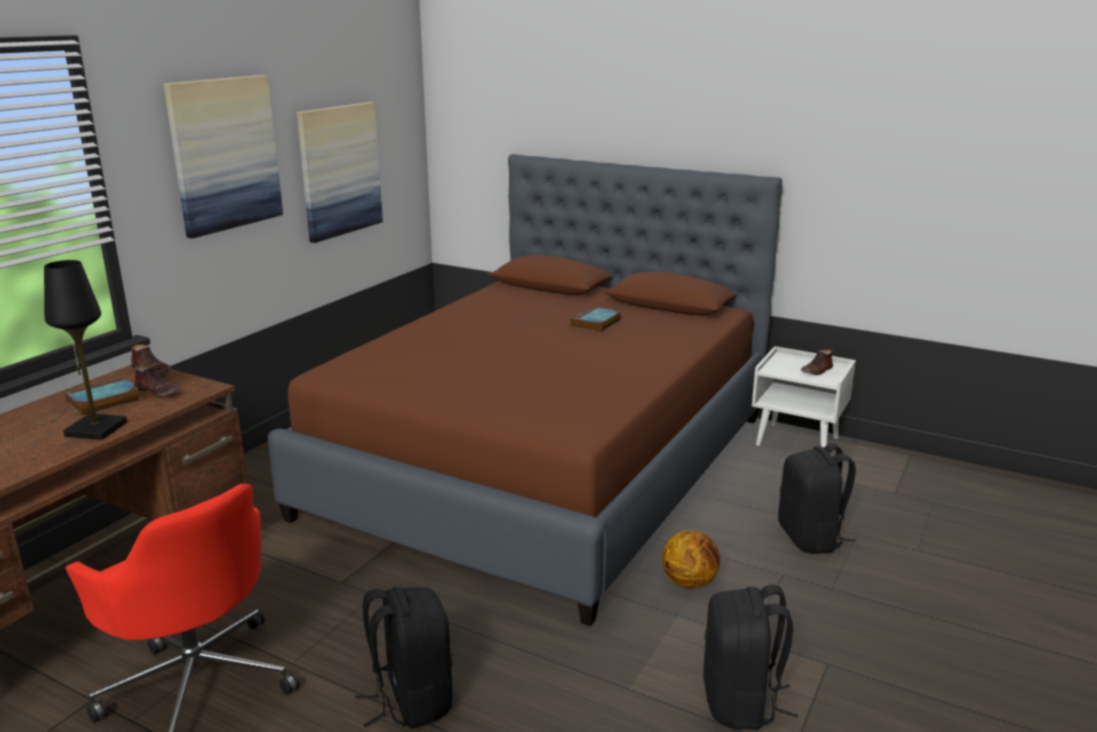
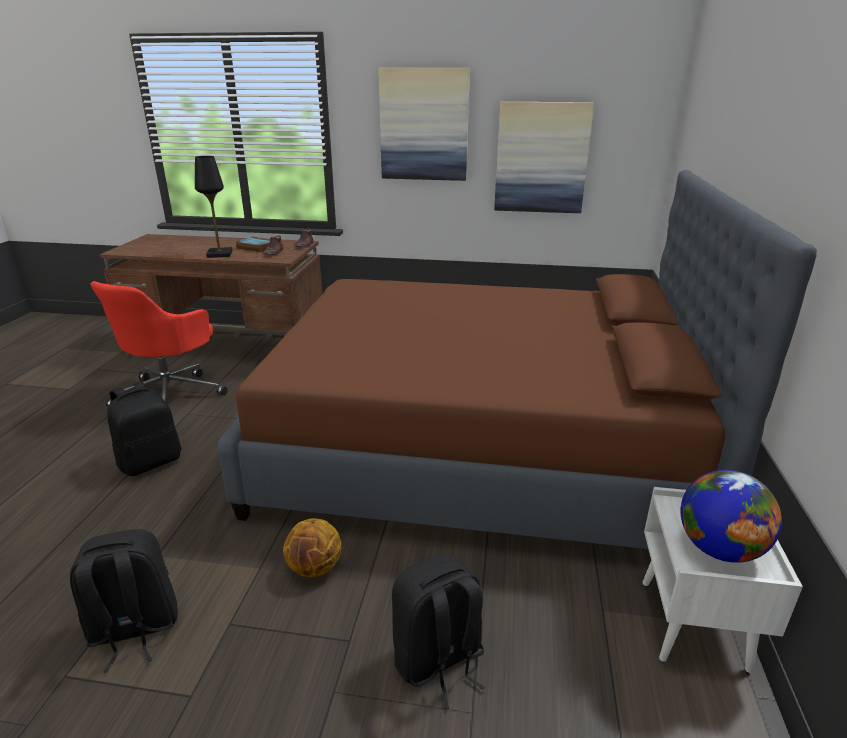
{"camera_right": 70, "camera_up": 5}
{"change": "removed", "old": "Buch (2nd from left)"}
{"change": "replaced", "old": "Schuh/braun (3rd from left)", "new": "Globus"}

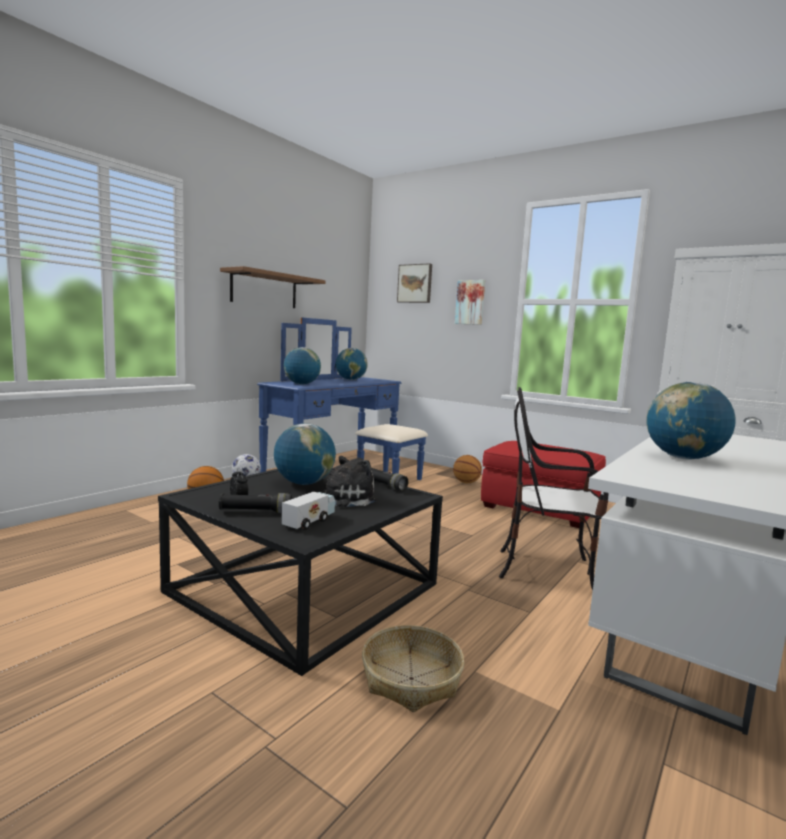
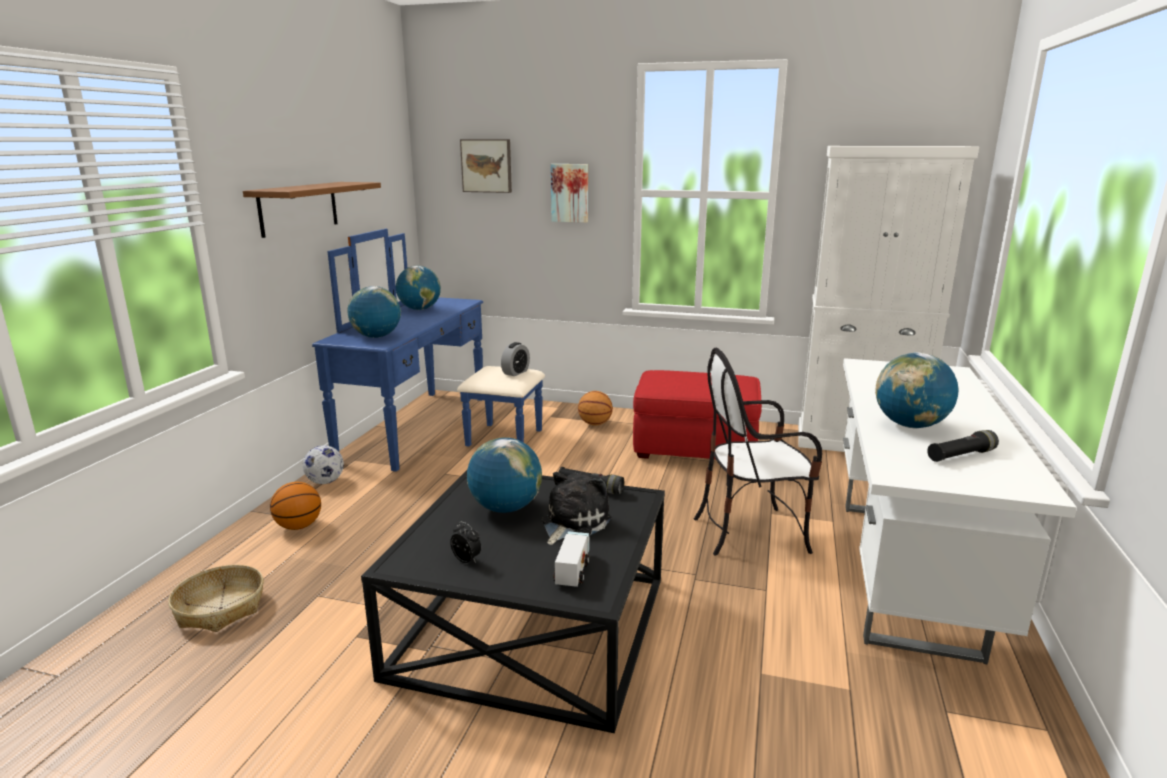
{"camera_right": -20, "camera_up": 10}
{"change": "added", "new": "Wecker (2nd from left)"}
{"change": "moved", "old": "Taschenlampe/schwarz (1st from left in the first image)", "new": "Taschenlampe/schwarz (2nd from left)"}
{"change": "moved", "old": "Korb"}

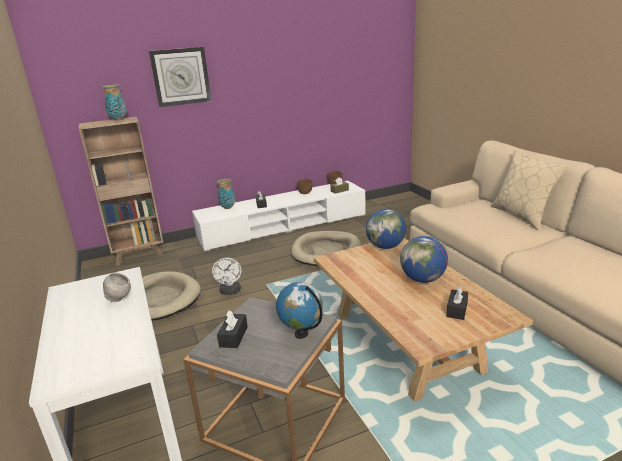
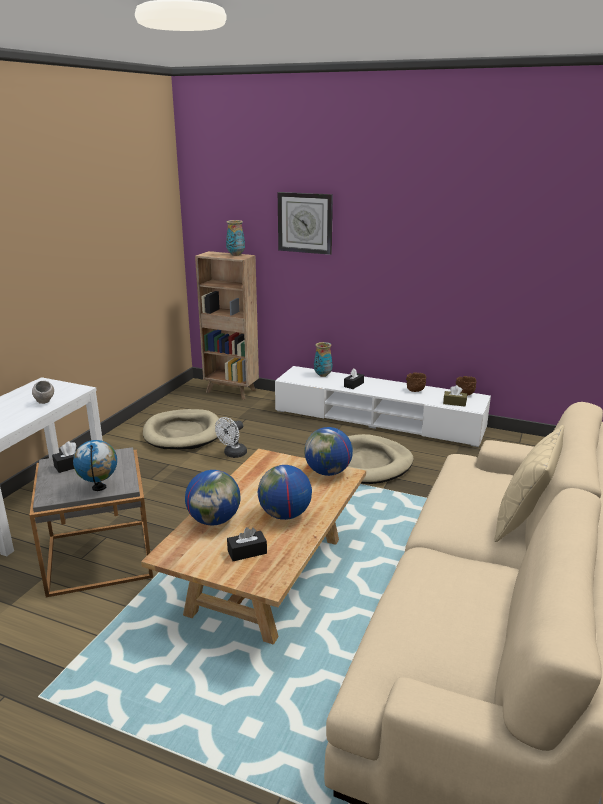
{"camera_right": 45, "camera_up": 0}
{"change": "added", "new": "Globus (2nd from left)"}

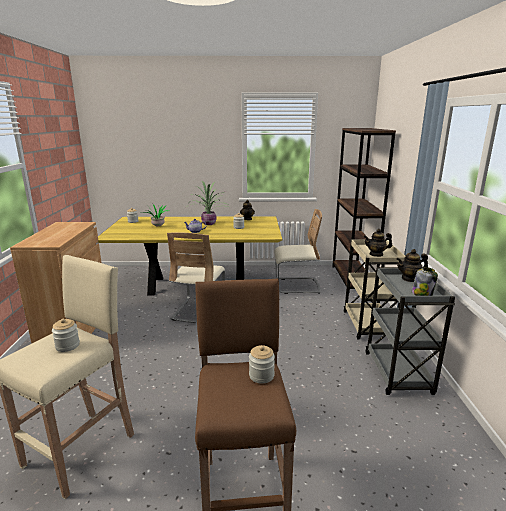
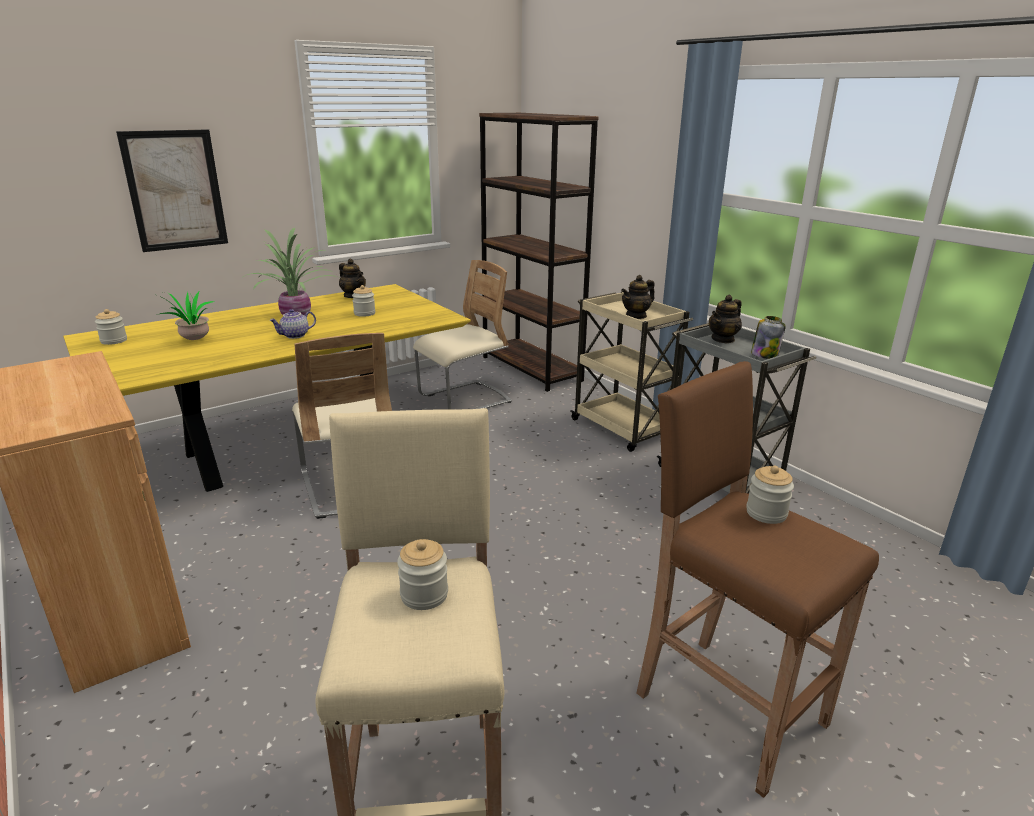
{"camera_right": -35, "camera_up": 5}
{"change": "added", "new": "Bild"}

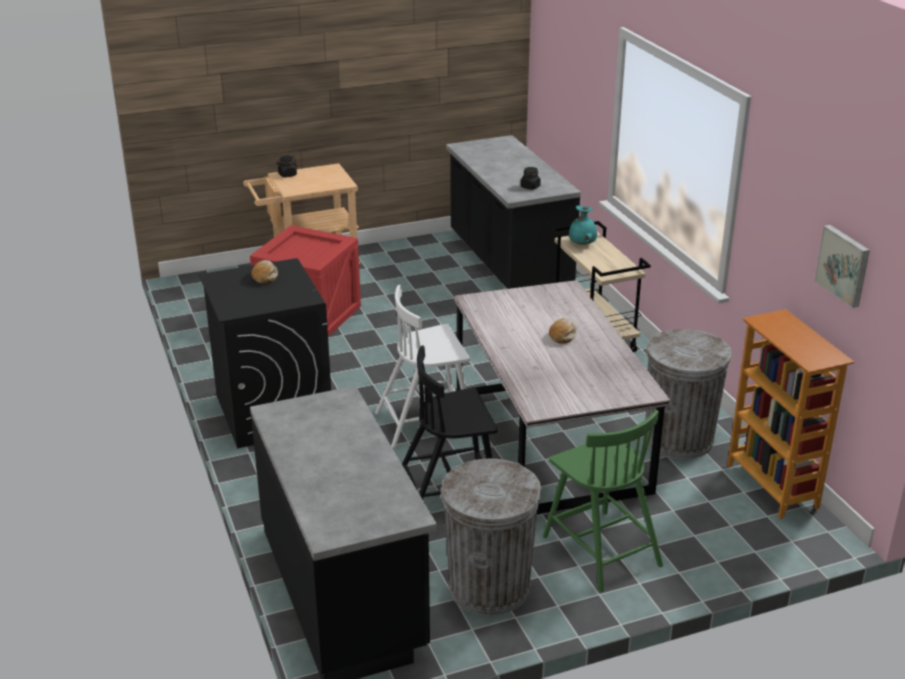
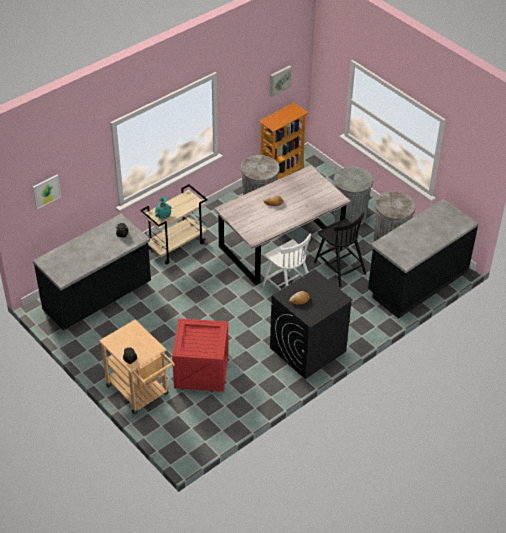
{"camera_right": -110, "camera_up": 15}
{"change": "added", "new": "Bild (1st from left)"}
{"change": "replaced", "old": "Stuhl/grün", "new": "Mülleimer/grau (2nd from left)"}

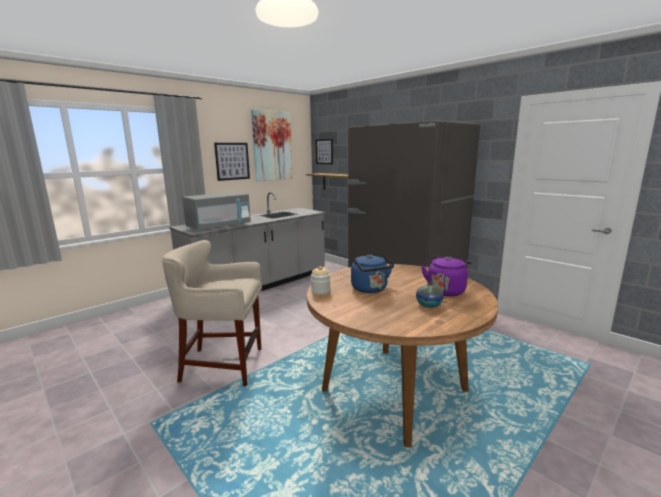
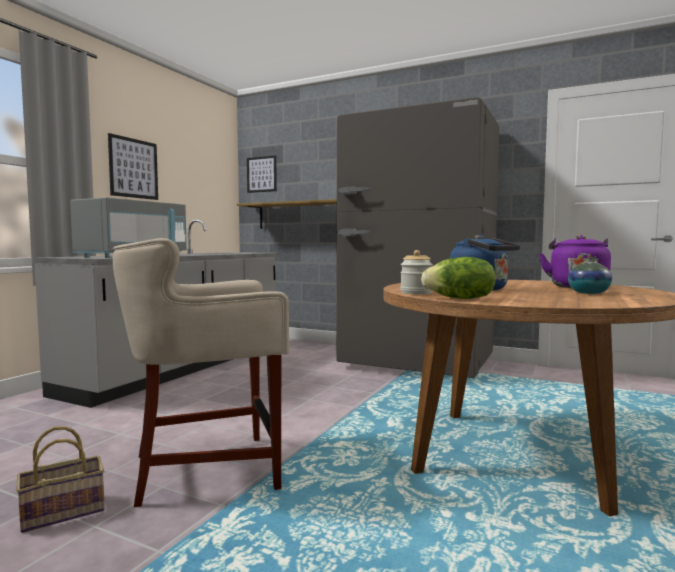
{"camera_right": -20, "camera_up": -10}
{"change": "removed", "old": "Bild (2nd from left)"}
{"change": "added", "new": "Korb"}
{"change": "added", "new": "Salatkopf"}

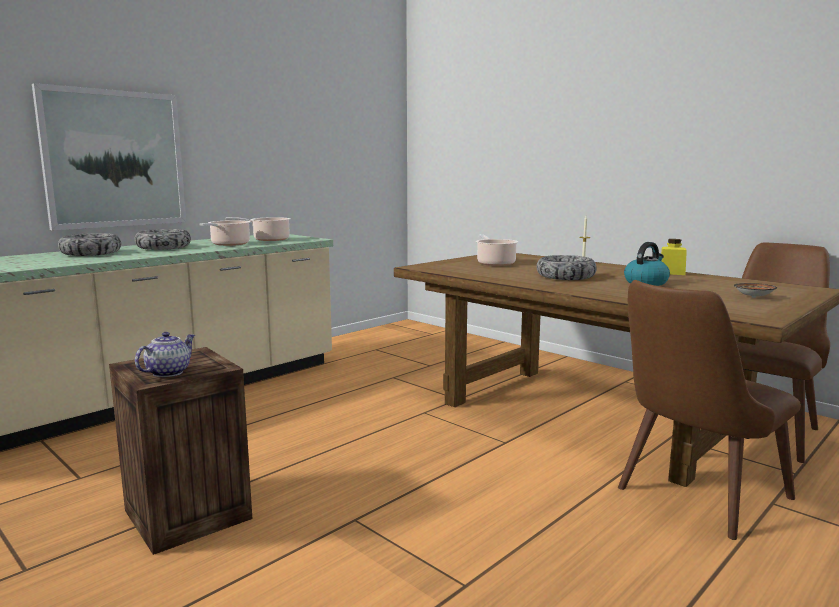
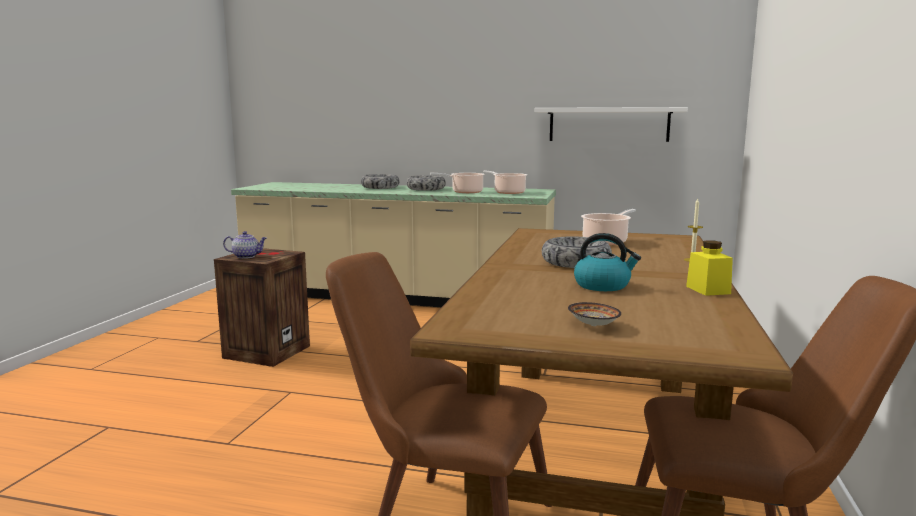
{"camera_right": 60, "camera_up": 0}
{"change": "removed", "old": "Bild"}
{"change": "added", "new": "Wandregal/weiß"}

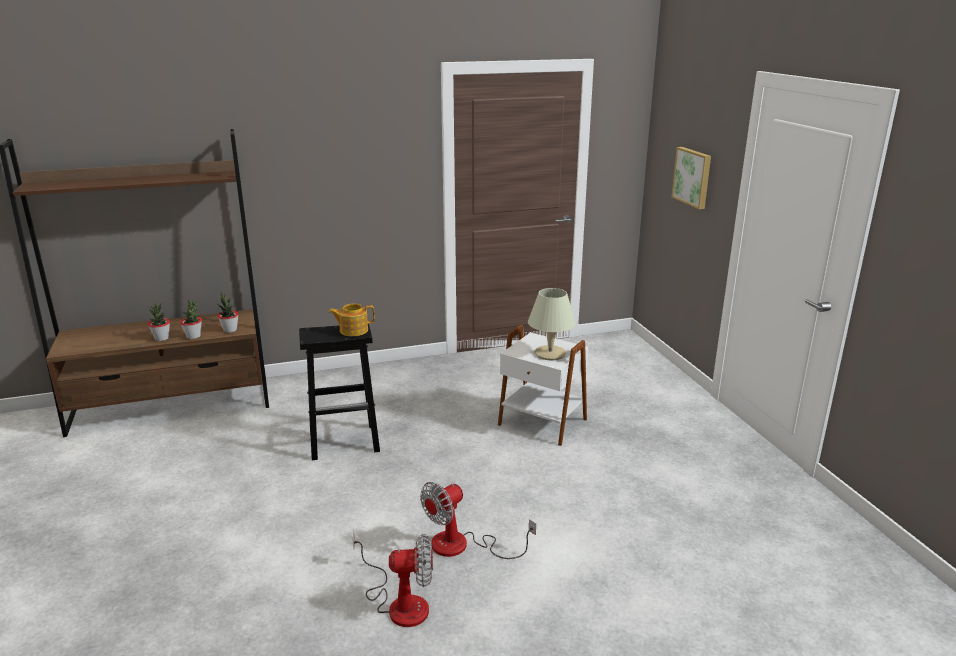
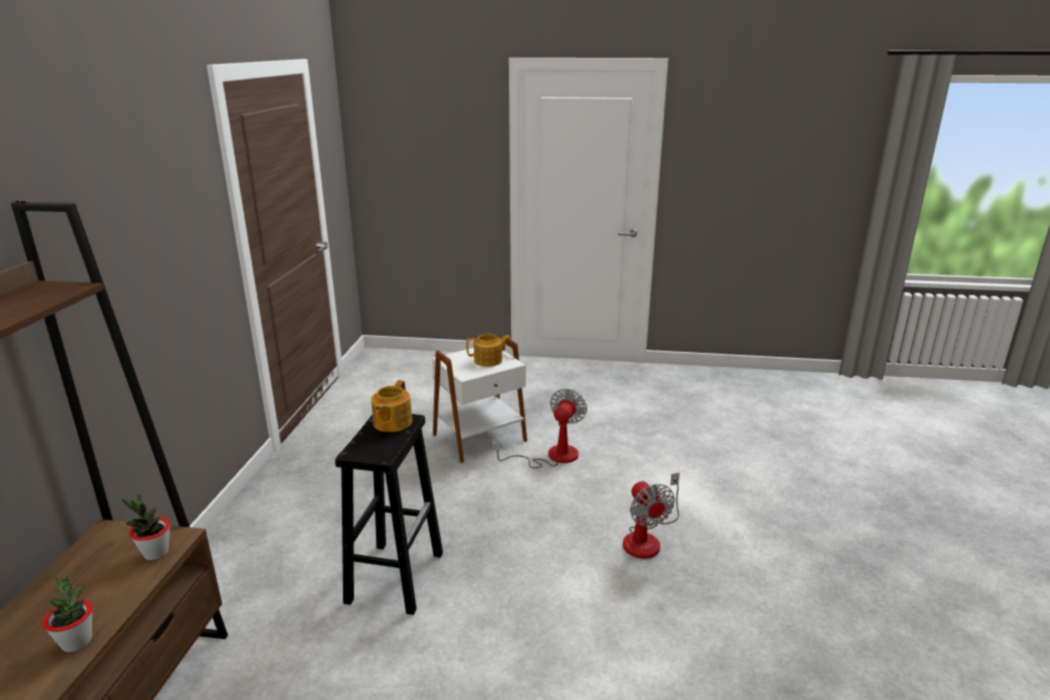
{"camera_right": -65, "camera_up": 0}
{"change": "removed", "old": "Topfpflanze (2nd from left)"}
{"change": "removed", "old": "Bild"}
{"change": "moved", "old": "Ventilator (1st from left)"}
{"change": "replaced", "old": "Tischlampe/beige", "new": "Teekanne (2nd from left)"}

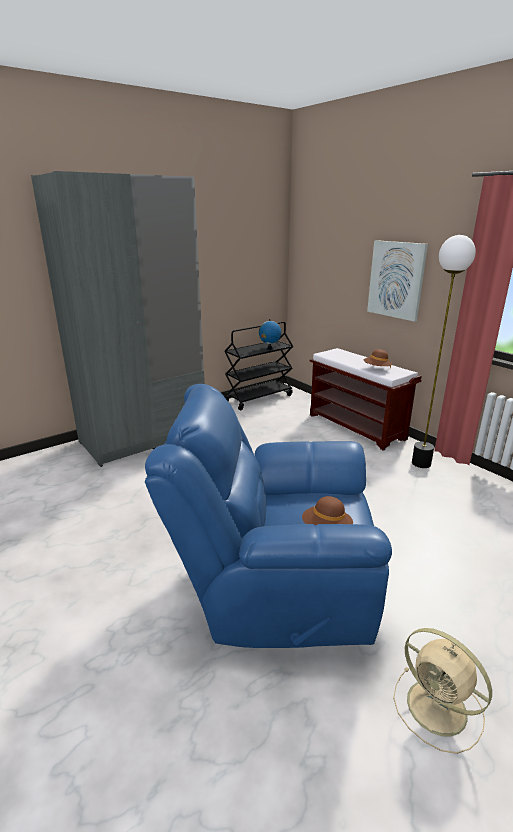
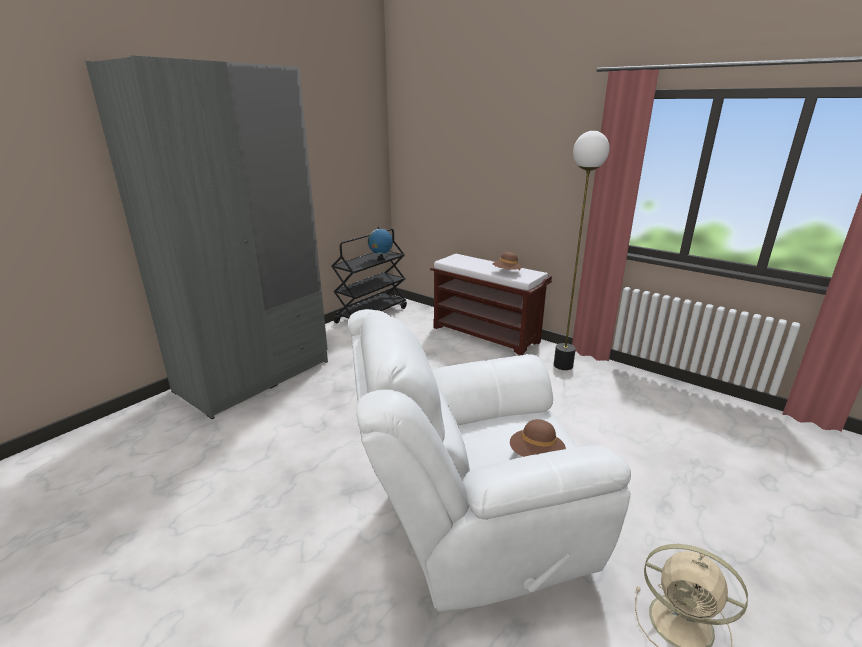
{"camera_right": -15, "camera_up": 0}
{"change": "removed", "old": "Bild"}
{"change": "recoloured", "old": "Sessel/blau", "new": "Sessel/weiß"}

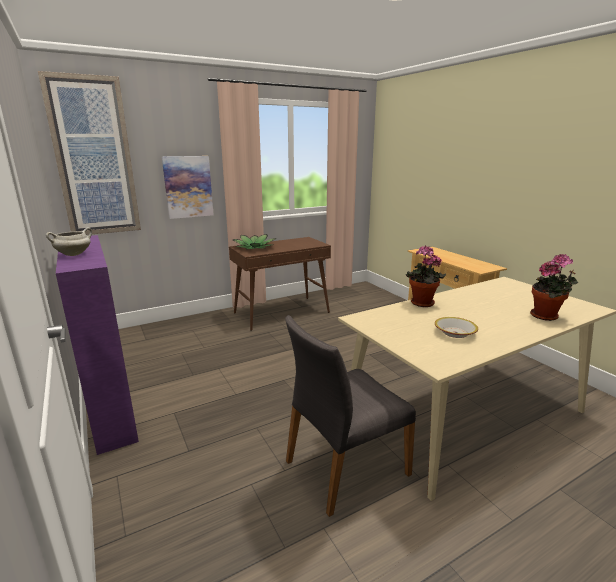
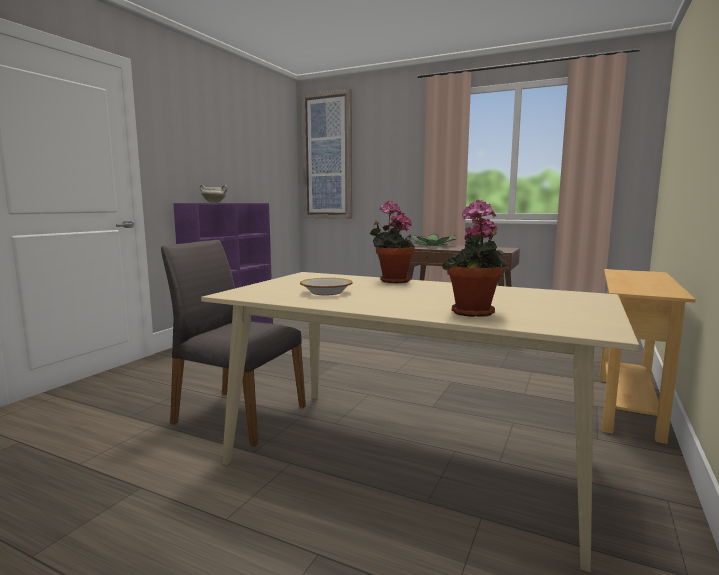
{"camera_right": 55, "camera_up": -10}
{"change": "removed", "old": "Bild (2nd from left)"}

